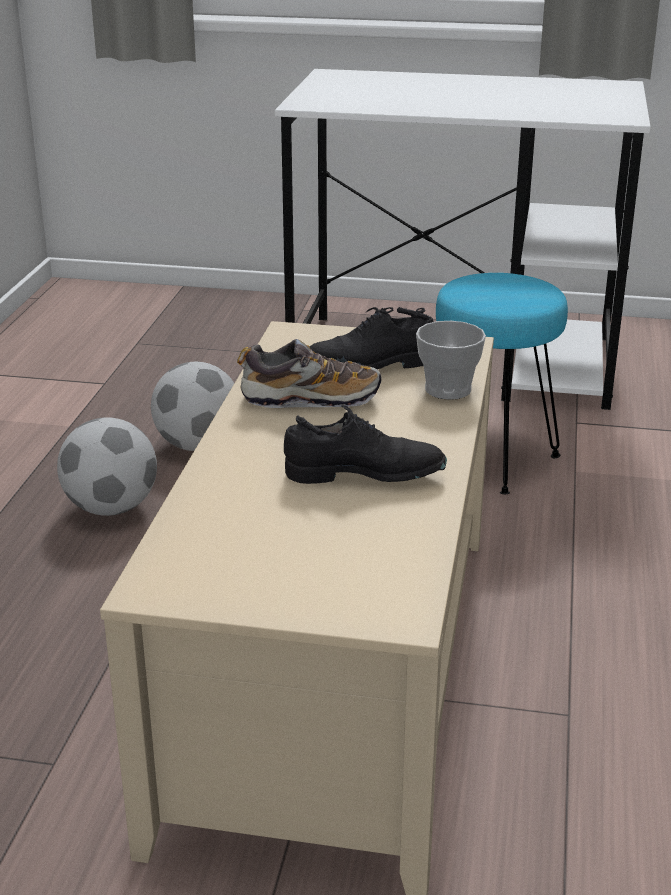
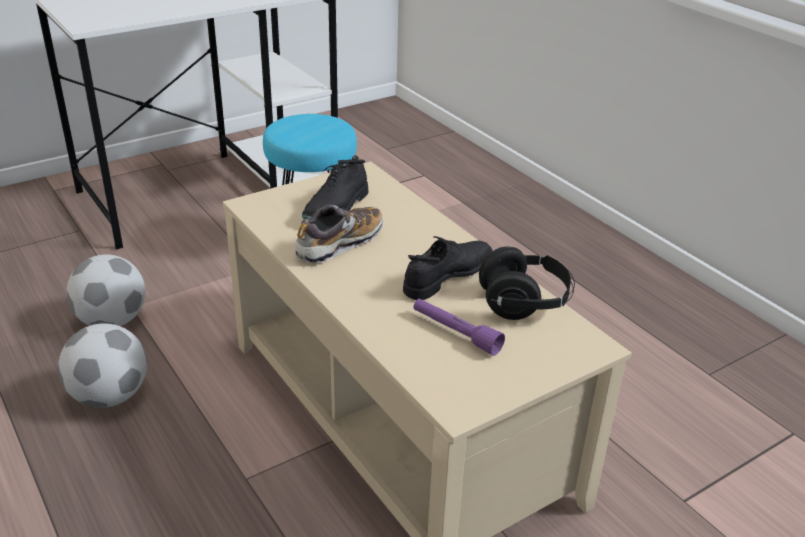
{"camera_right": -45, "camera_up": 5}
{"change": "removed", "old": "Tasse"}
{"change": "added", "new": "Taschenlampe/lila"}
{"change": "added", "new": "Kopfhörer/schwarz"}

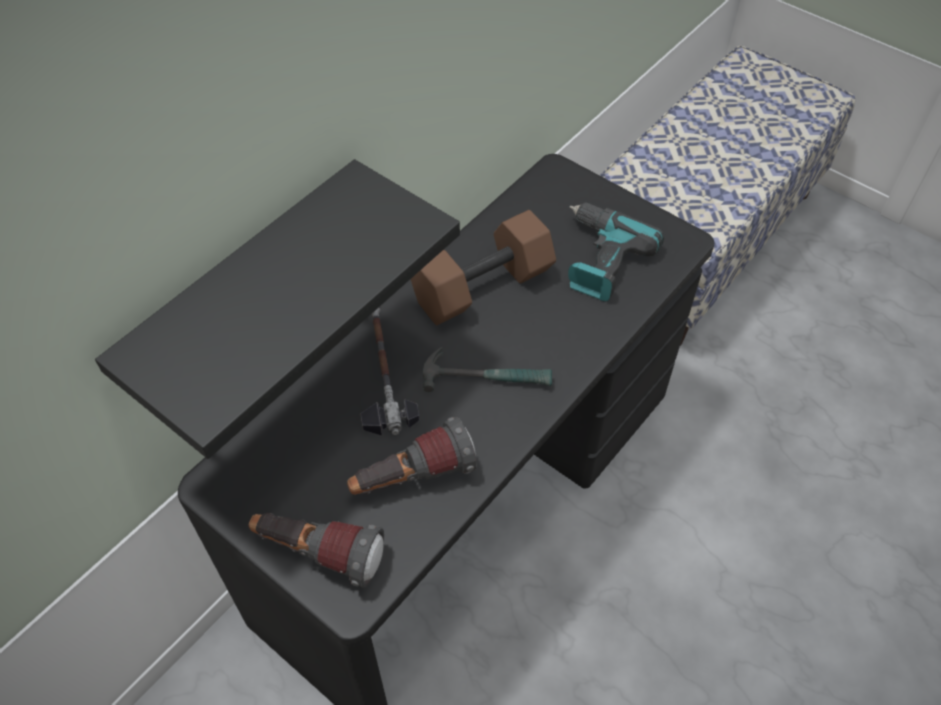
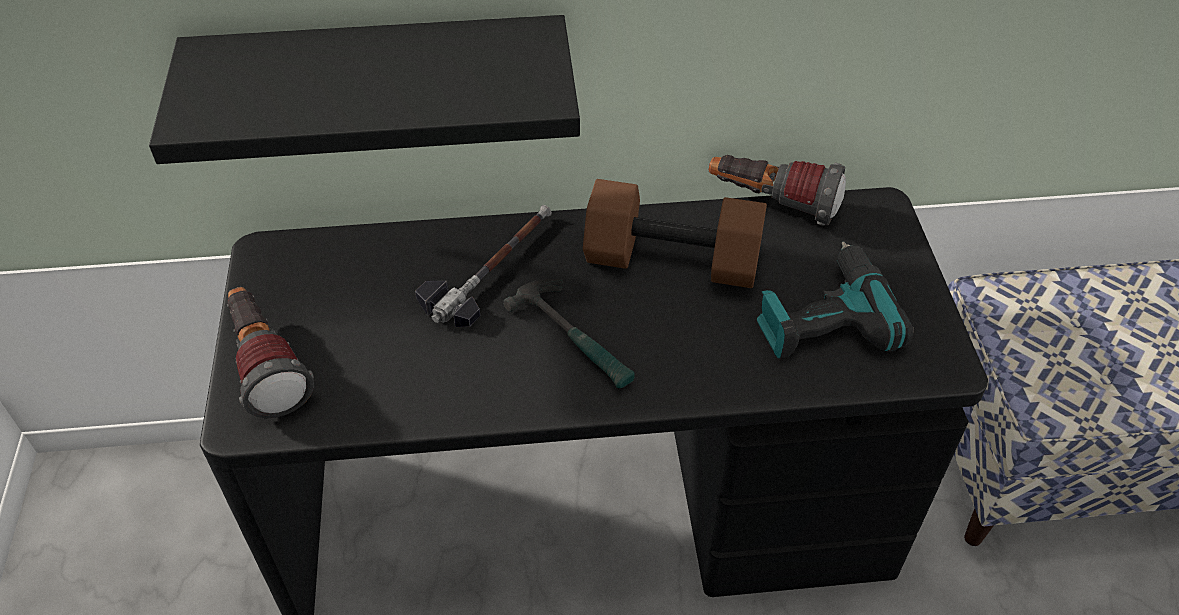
{"camera_right": 45, "camera_up": -5}
{"change": "moved", "old": "Taschenlampe (2nd from left)"}

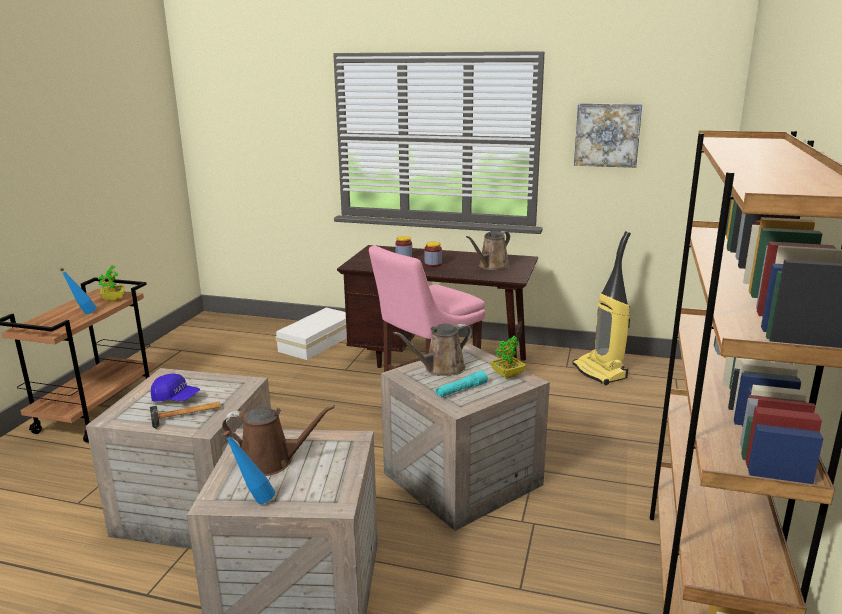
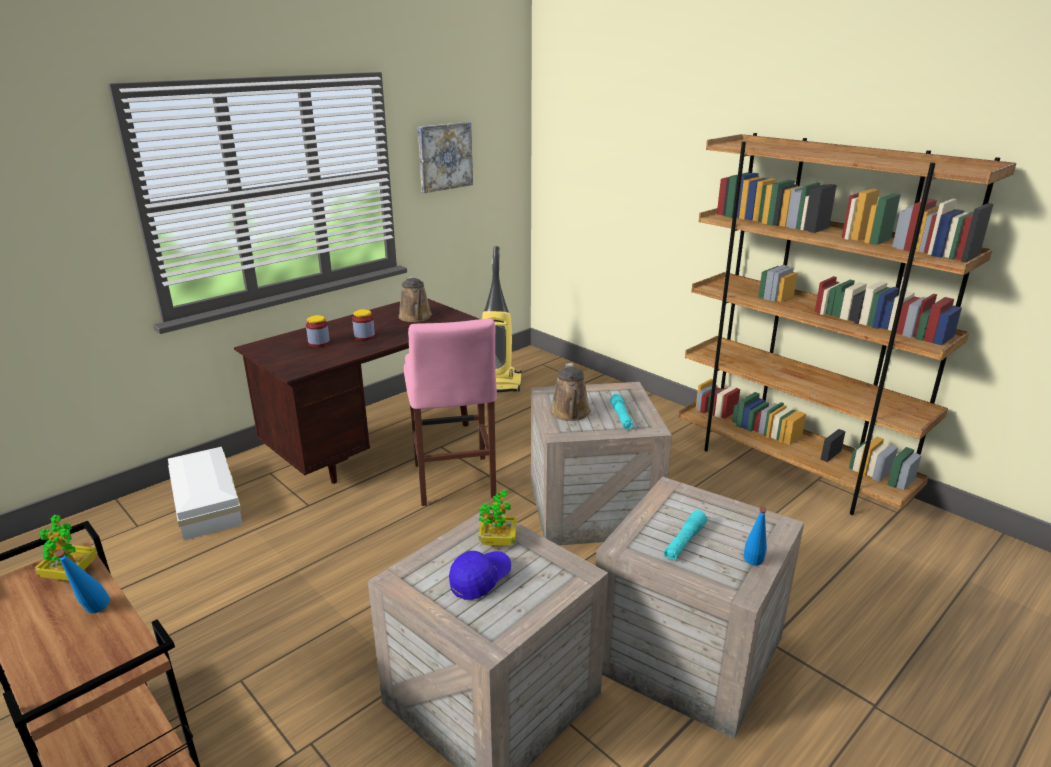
{"camera_right": -60, "camera_up": 5}
{"change": "removed", "old": "Hammer"}
{"change": "moved", "old": "Topfpflanze (2nd from left)"}
{"change": "replaced", "old": "Gießkanne/braun (1st from left)", "new": "Taschenlampe/türkis (2nd from left)"}

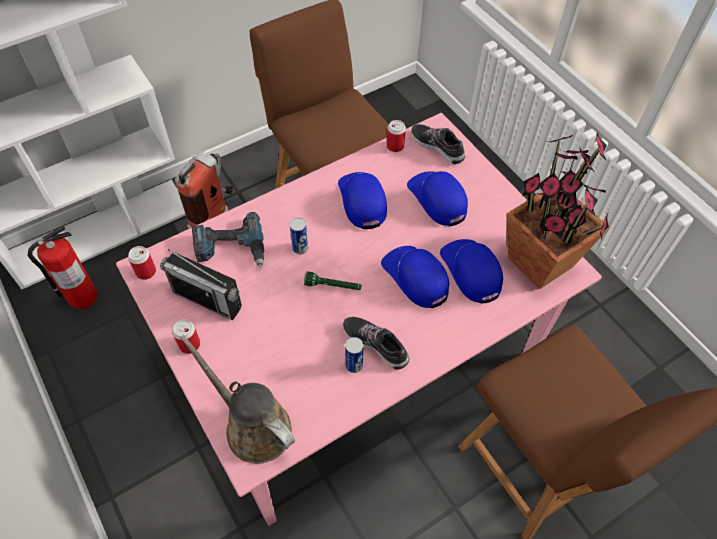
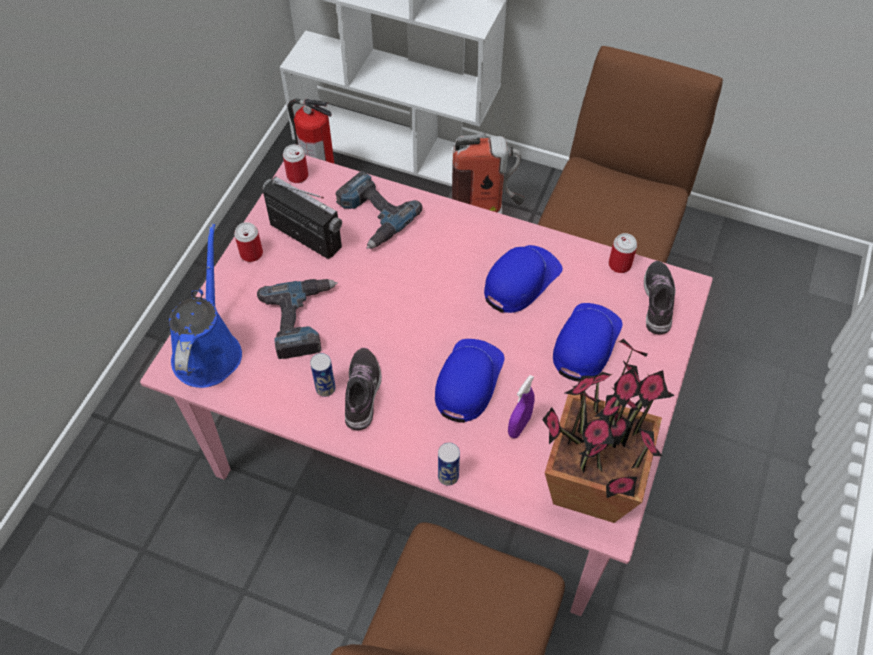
{"camera_right": 55, "camera_up": 0}
{"change": "removed", "old": "Taschenlampe/grün"}
{"change": "added", "new": "Bohrmaschine (1st from left)"}
{"change": "moved", "old": "Dose (3rd from left in the first image)", "new": "Dose (4th from left)"}
{"change": "replaced", "old": "Kappe/blau (4th from left)", "new": "Sprühflasche/lila"}
{"change": "recoloured", "old": "Gießkanne/braun", "new": "Gießkanne/blau"}
{"change": "turned", "old": "Radio", "degrees": 135}

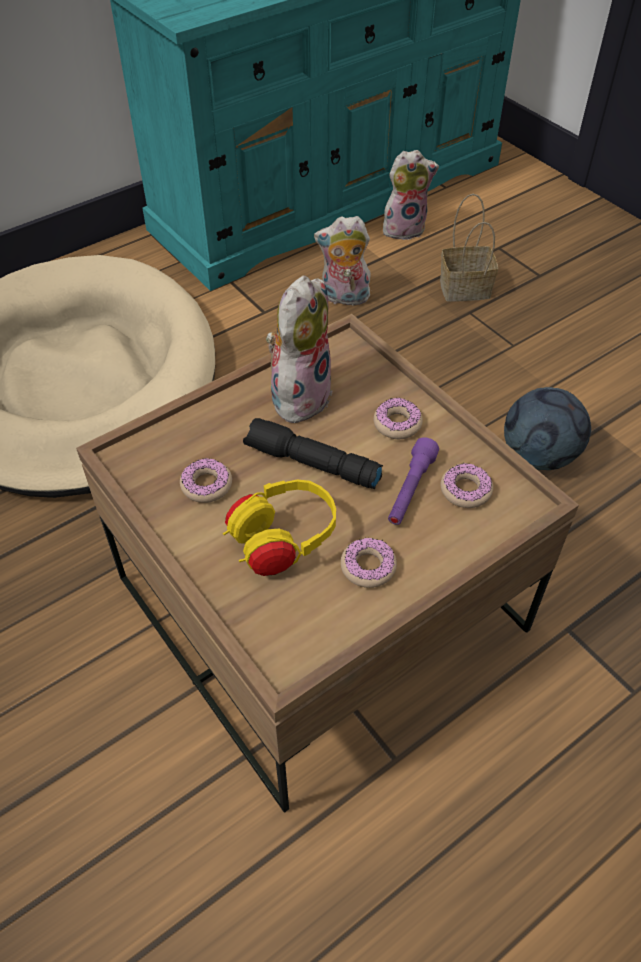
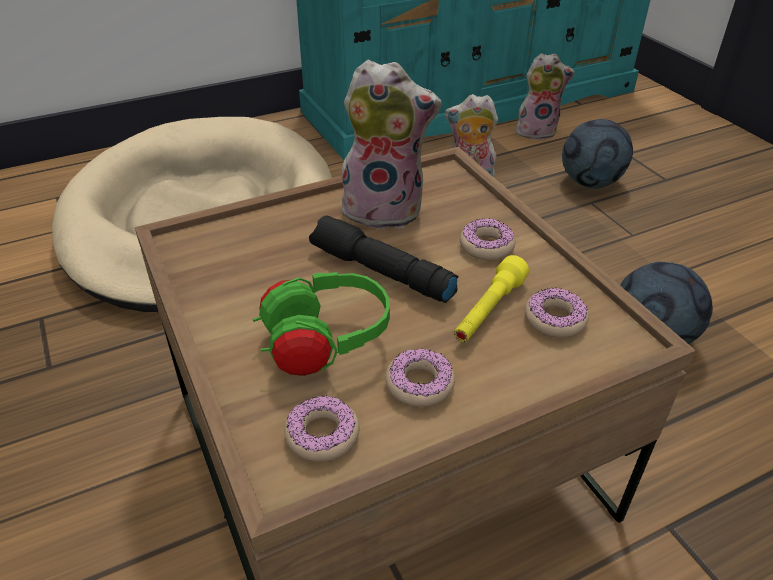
{"camera_right": 10, "camera_up": -10}
{"change": "moved", "old": "Donut (1st from left)"}
{"change": "replaced", "old": "Korb", "new": "Fußball (1st from left)"}
{"change": "recoloured", "old": "Kopfhörer/gelb", "new": "Kopfhörer/grün"}
{"change": "recoloured", "old": "Taschenlampe/lila", "new": "Taschenlampe/gelb"}
{"change": "turned", "old": "Plüschtier (1st from left)", "degrees": 60}

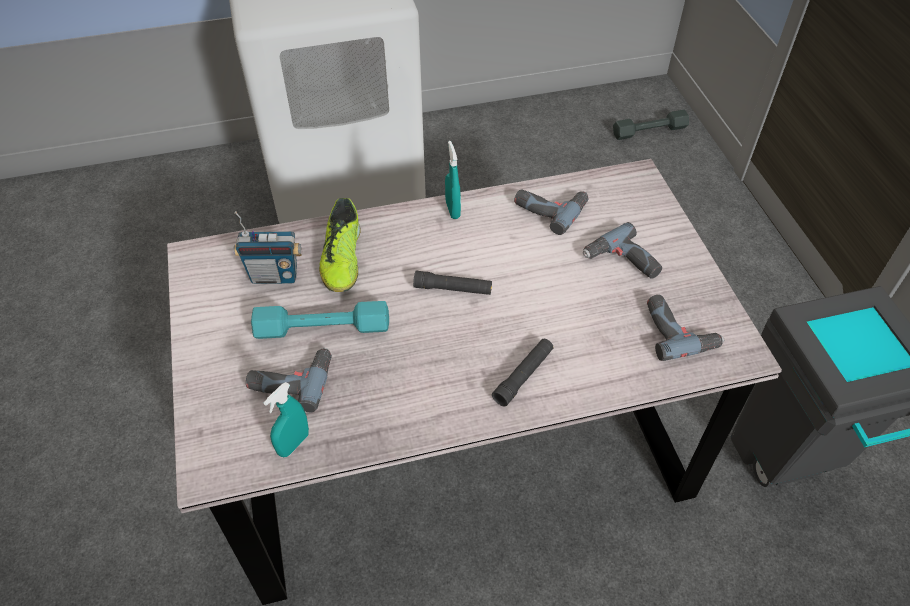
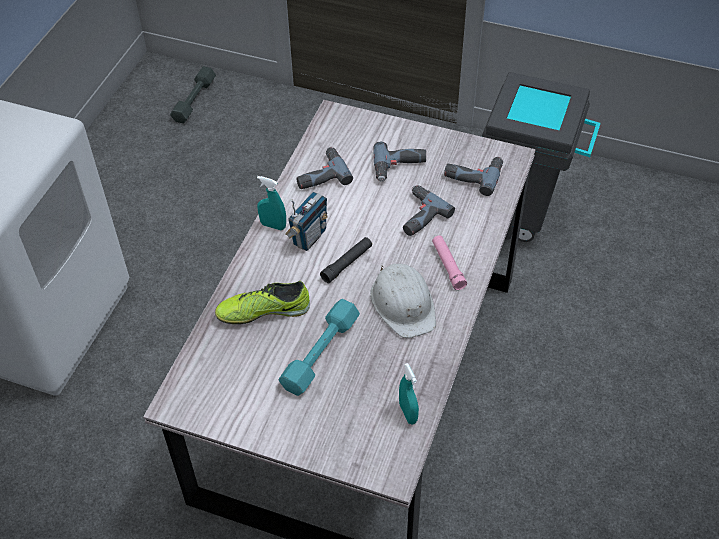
{"camera_right": -55, "camera_up": 0}
{"change": "added", "new": "Schutzhelm/weiß"}
{"change": "moved", "old": "Radio"}
{"change": "moved", "old": "Bohrmaschine (1st from left in the first image)", "new": "Bohrmaschine (3rd from left)"}
{"change": "recoloured", "old": "Taschenlampe/schwarz (2nd from left)", "new": "Taschenlampe/rosa"}
{"change": "turned", "old": "Schuh", "degrees": 135}

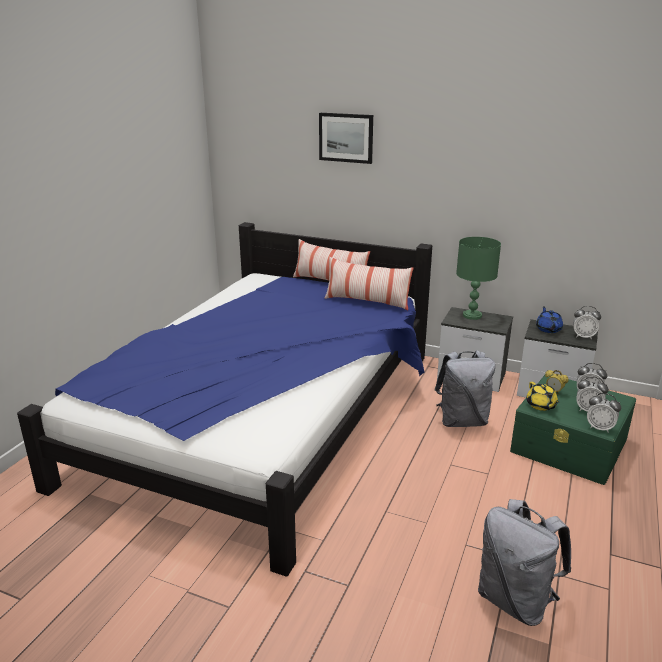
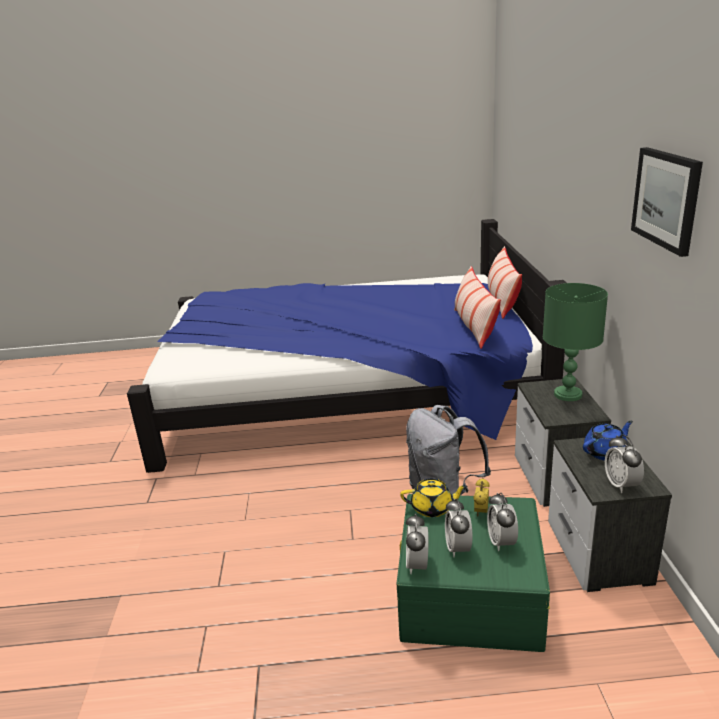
{"camera_right": 65, "camera_up": 0}
{"change": "removed", "old": "Rucksack/grau (2nd from left)"}
{"change": "moved", "old": "Bild"}
{"change": "turned", "old": "Teekanne/gelb", "degrees": -135}

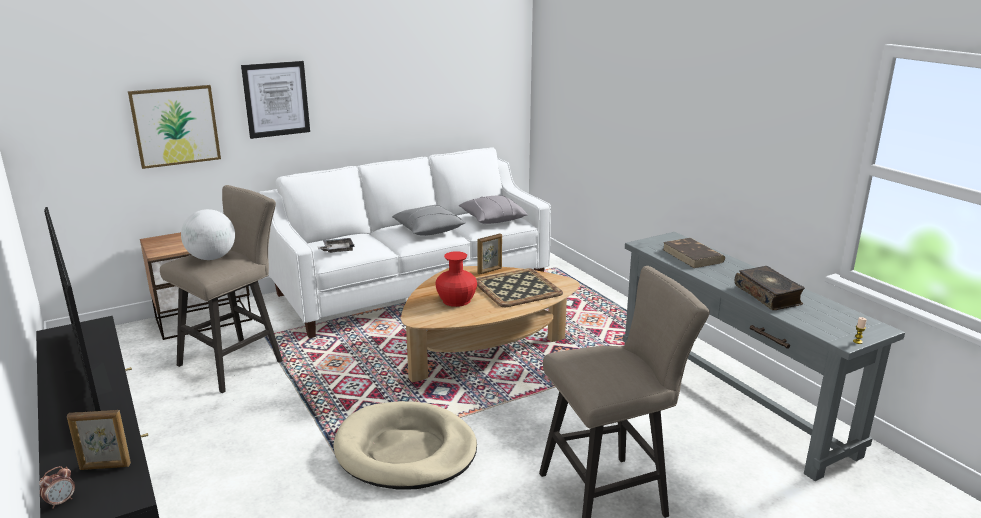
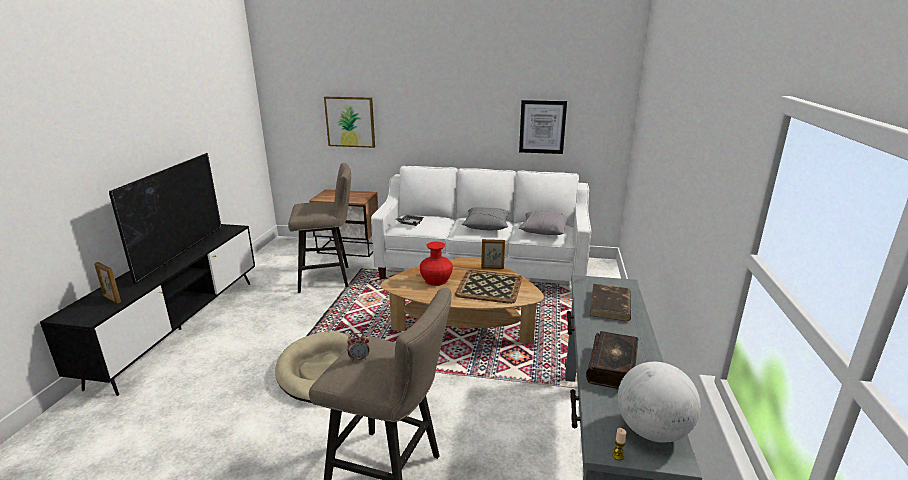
{"camera_right": 40, "camera_up": 0}
{"change": "moved", "old": "Wecker"}
{"change": "moved", "old": "Globus"}
{"change": "moved", "old": "Bild (2nd from left)"}

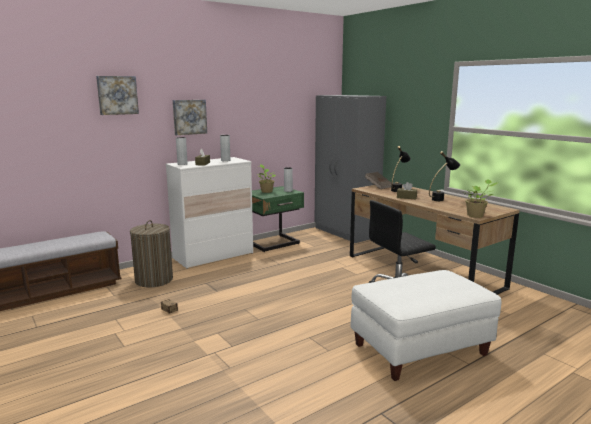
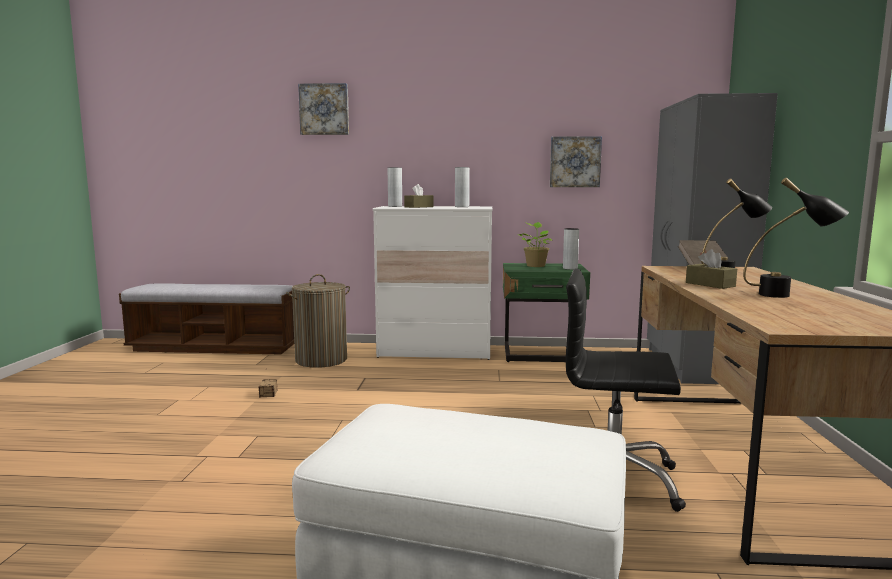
{"camera_right": 40, "camera_up": -5}
{"change": "removed", "old": "Topfpflanze (2nd from left)"}
{"change": "moved", "old": "Bild (2nd from left)"}

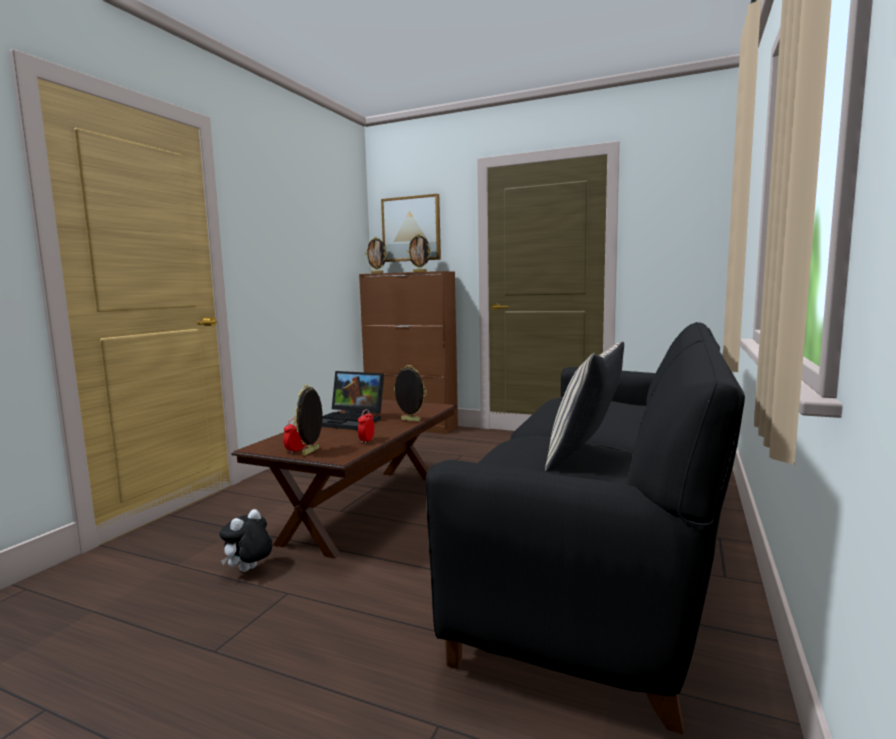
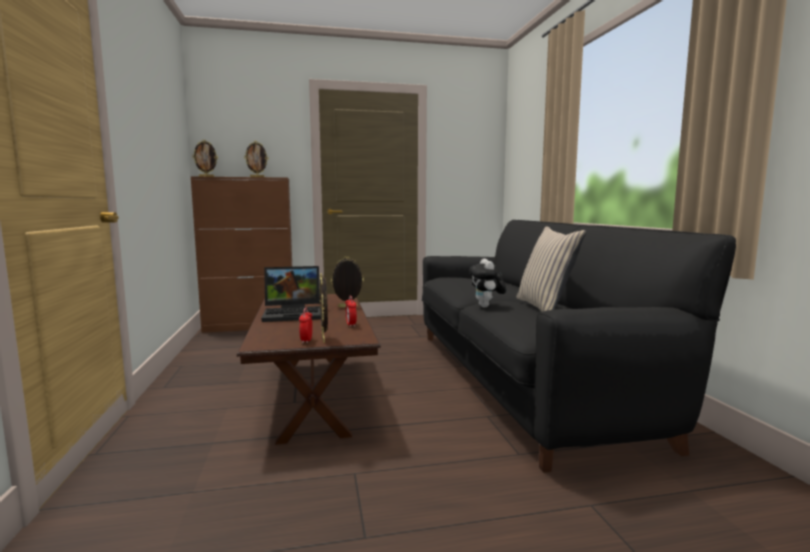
{"camera_right": -35, "camera_up": 0}
{"change": "removed", "old": "Bild"}
{"change": "moved", "old": "Plüschtier"}

